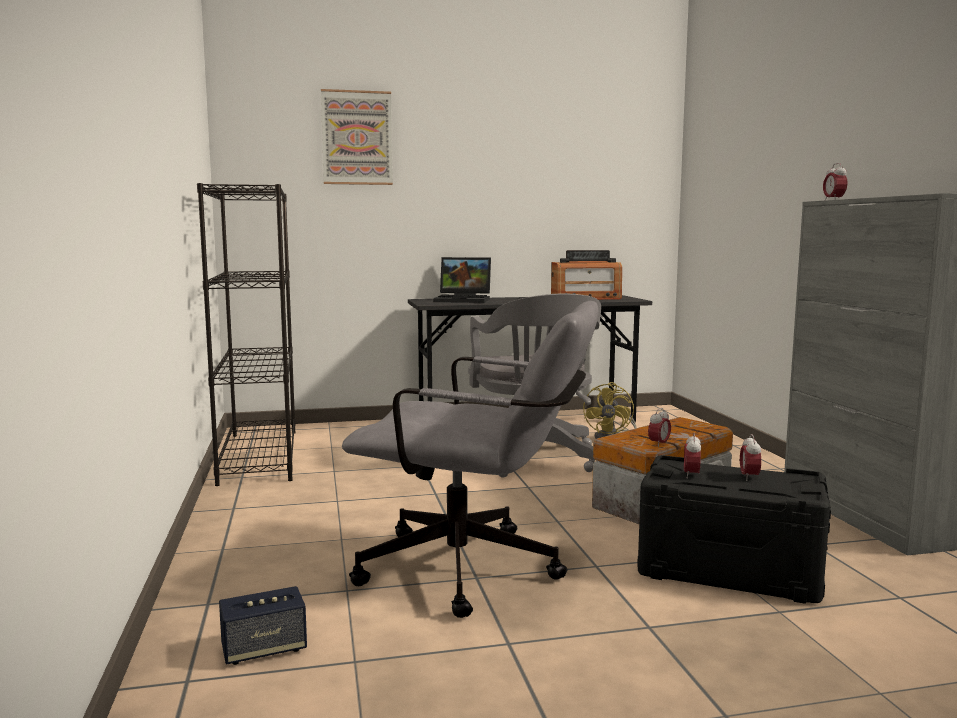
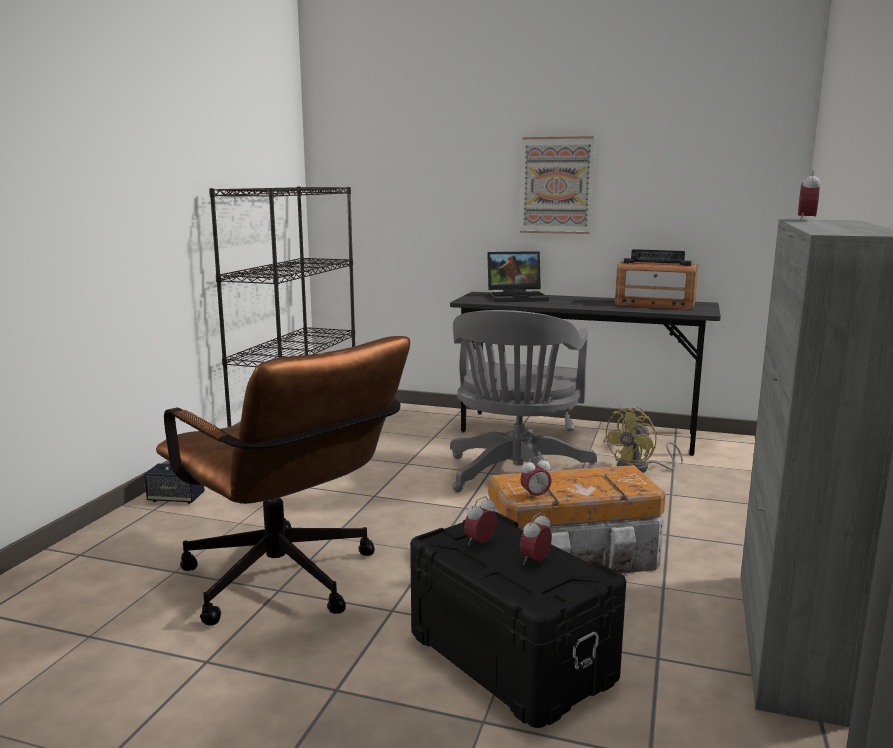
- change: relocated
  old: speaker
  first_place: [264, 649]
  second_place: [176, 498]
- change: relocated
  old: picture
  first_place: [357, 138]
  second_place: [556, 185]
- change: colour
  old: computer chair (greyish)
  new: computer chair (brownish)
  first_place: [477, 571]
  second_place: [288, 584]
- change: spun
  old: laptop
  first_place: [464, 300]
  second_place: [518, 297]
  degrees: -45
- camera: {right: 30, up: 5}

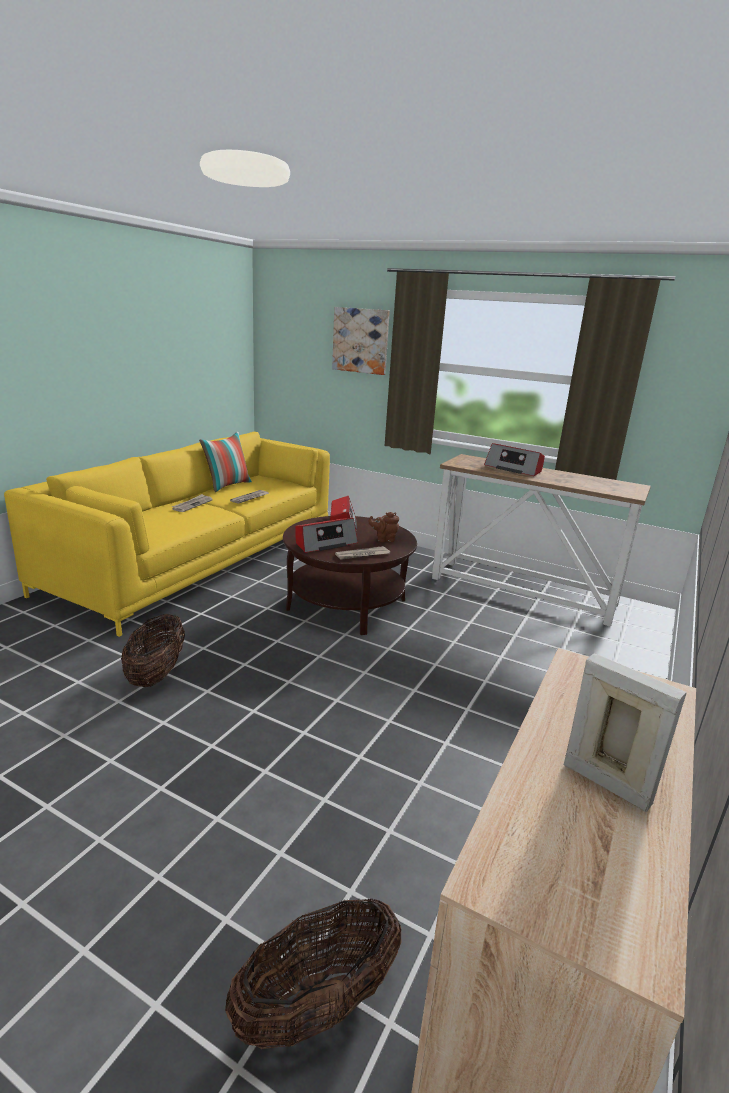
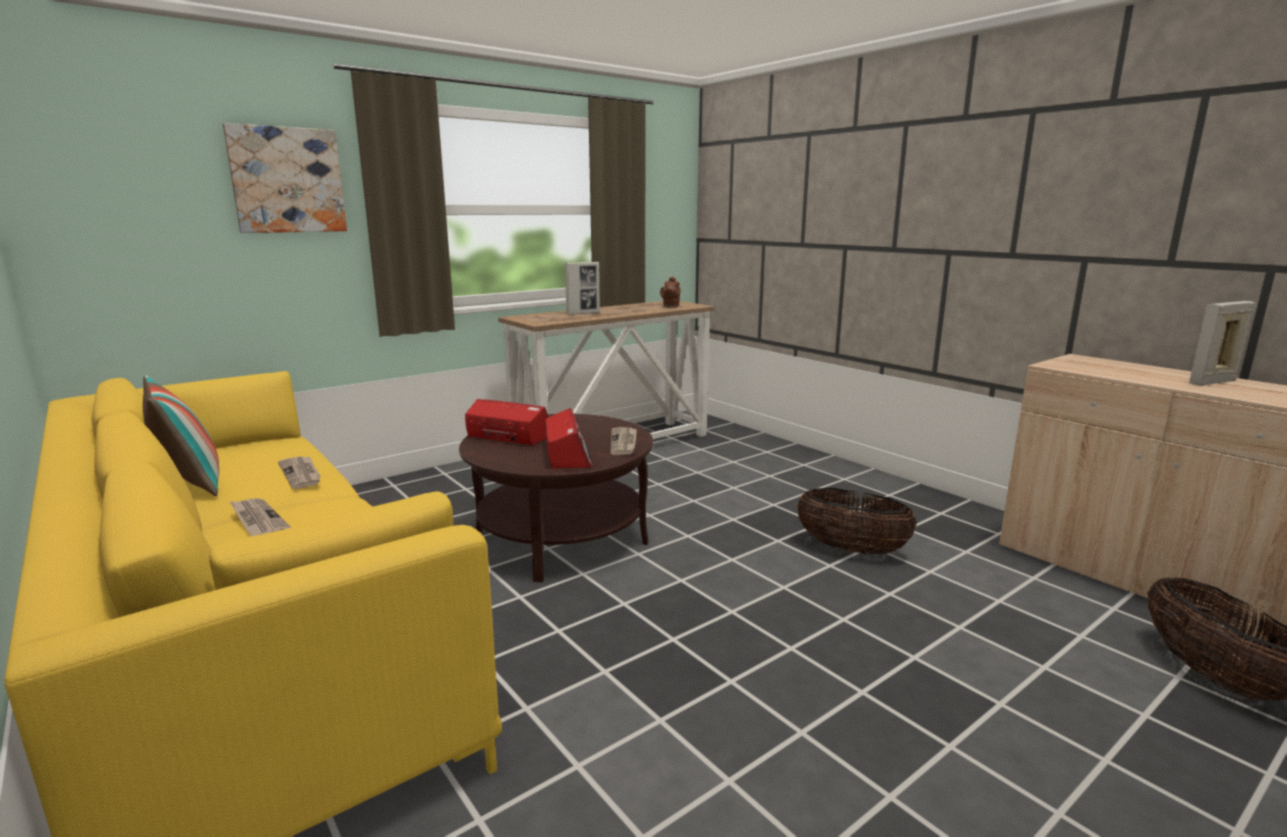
- change: relocated
  old: basket
  first_place: [156, 674]
  second_place: [851, 549]
- change: relocated
  old: teapot (brownish)
  first_place: [384, 539]
  second_place: [670, 306]
- change: exchanged
  old: radio receiver
  new: picture frame
  first_place: [514, 469]
  second_place: [583, 313]
- camera: {right: -65, up: -5}

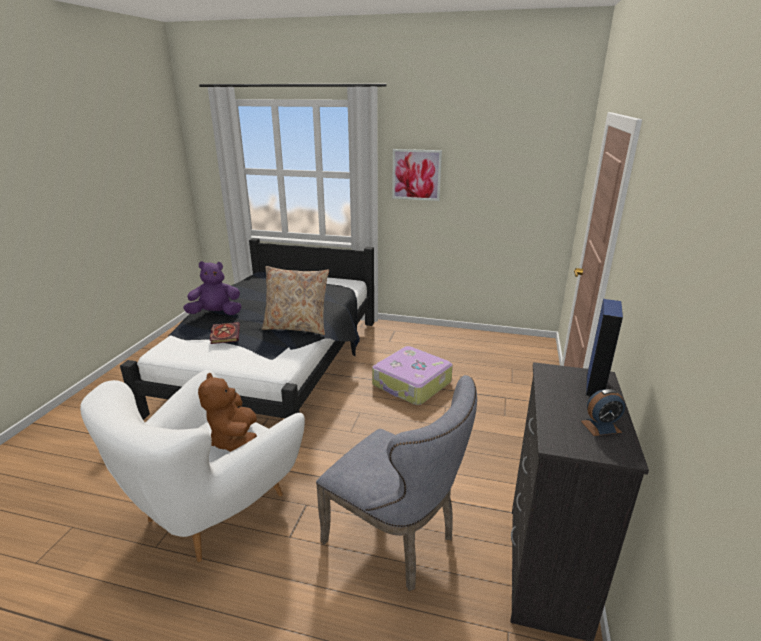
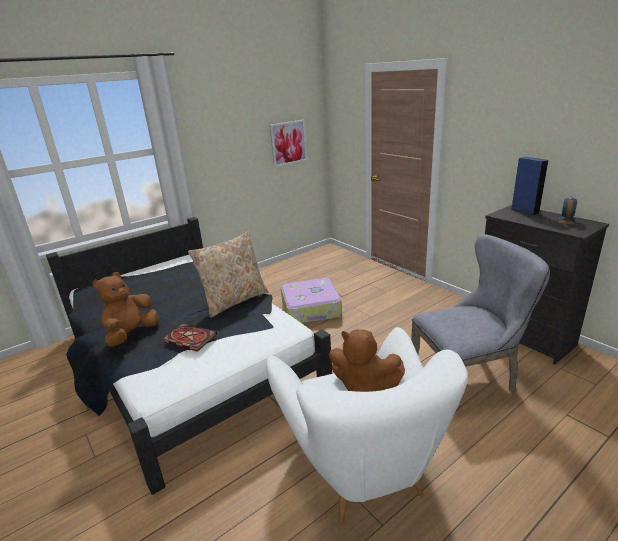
- change: colour
  old: cuddly toy (purple)
  new: cuddly toy (brownish)
  first_place: [216, 314]
  second_place: [131, 334]
- change: relocated
  old: picture
  first_place: [416, 174]
  second_place: [288, 143]
- camera: {right: -50, up: 0}

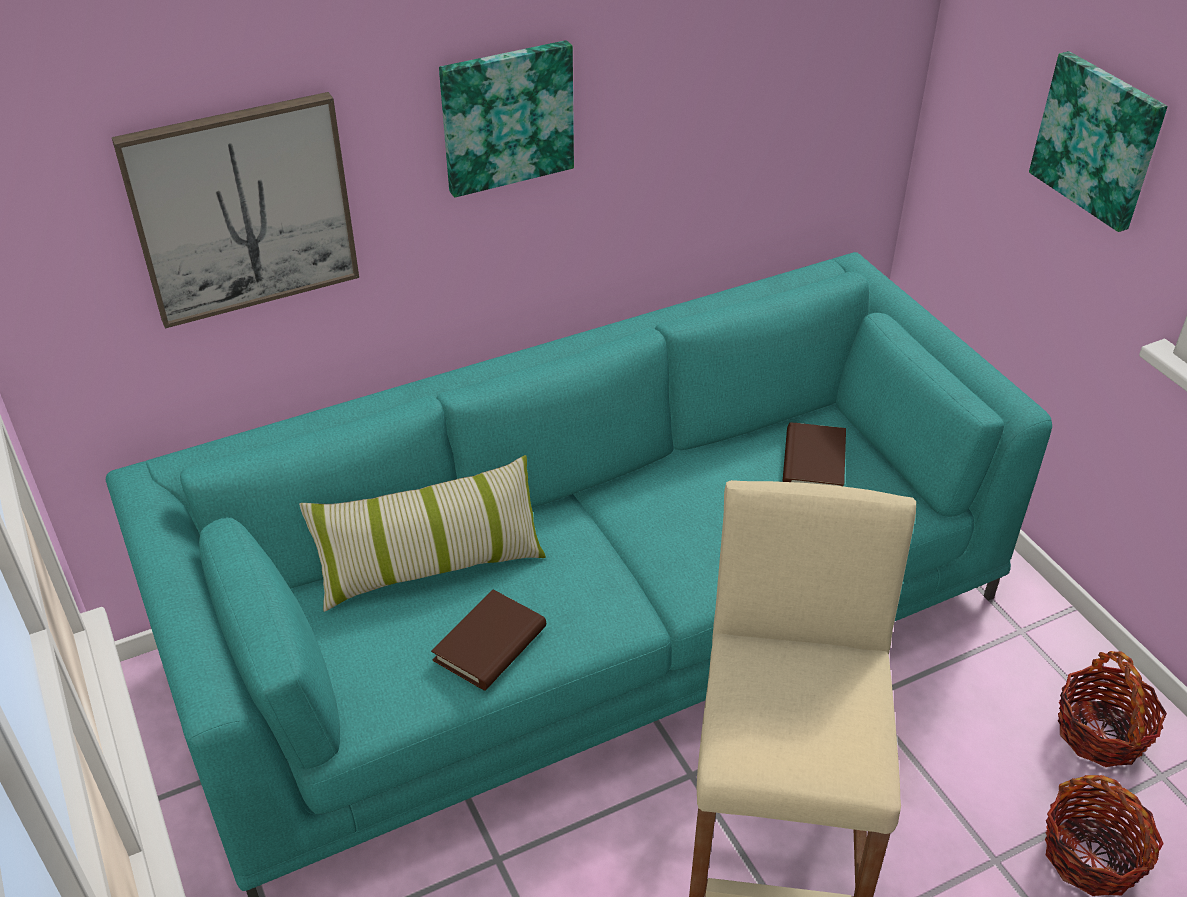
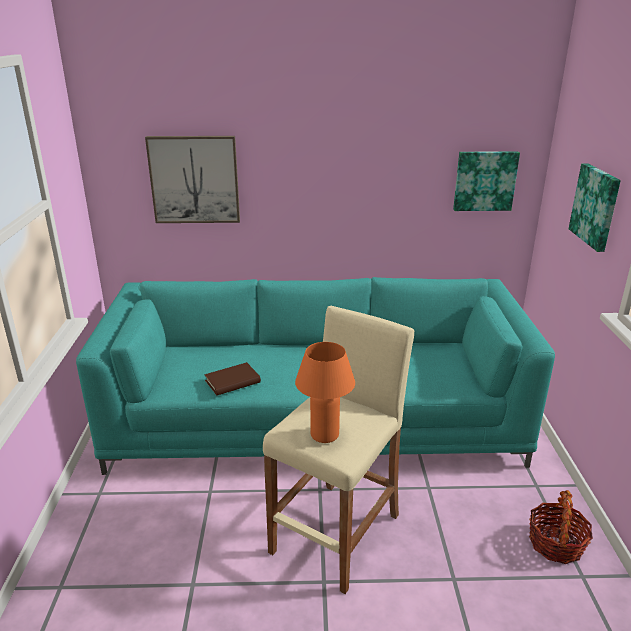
- change: missing
  old: pillow
  first_place: [430, 567]
- change: relocated
  old: picture
  first_place: [506, 116]
  second_place: [484, 180]
- change: missing
  old: volume (brownish)
  first_place: [813, 462]
- change: missing
  old: basket
  first_place: [1092, 855]
- change: appeared
  new: table lamp (orange-coloured)
  second_place: [324, 435]
- camera: {right: 25, up: -15}

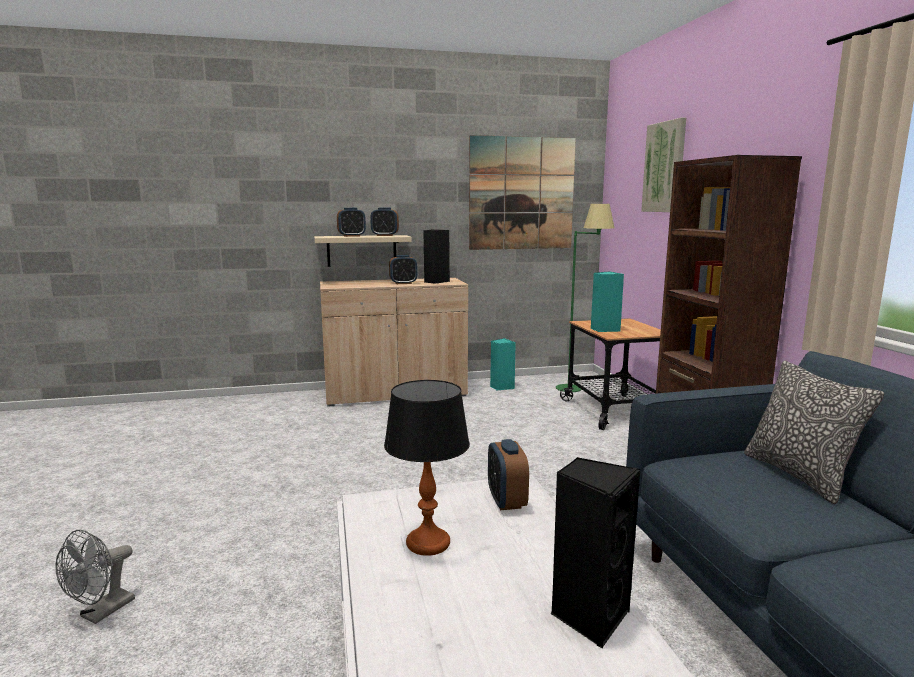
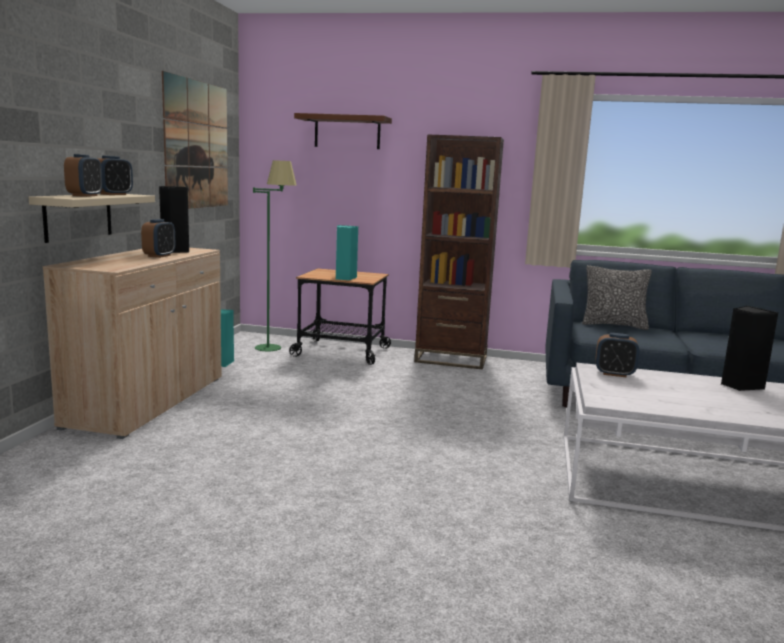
- change: missing
  old: electric fan (greyish)
  first_place: [101, 613]
- change: missing
  old: table lamp
  first_place: [428, 543]
- change: exchanged
  old: picture
  new: bracket shelf (brownish)
  first_place: [664, 167]
  second_place: [347, 132]
- camera: {right: -65, up: 0}

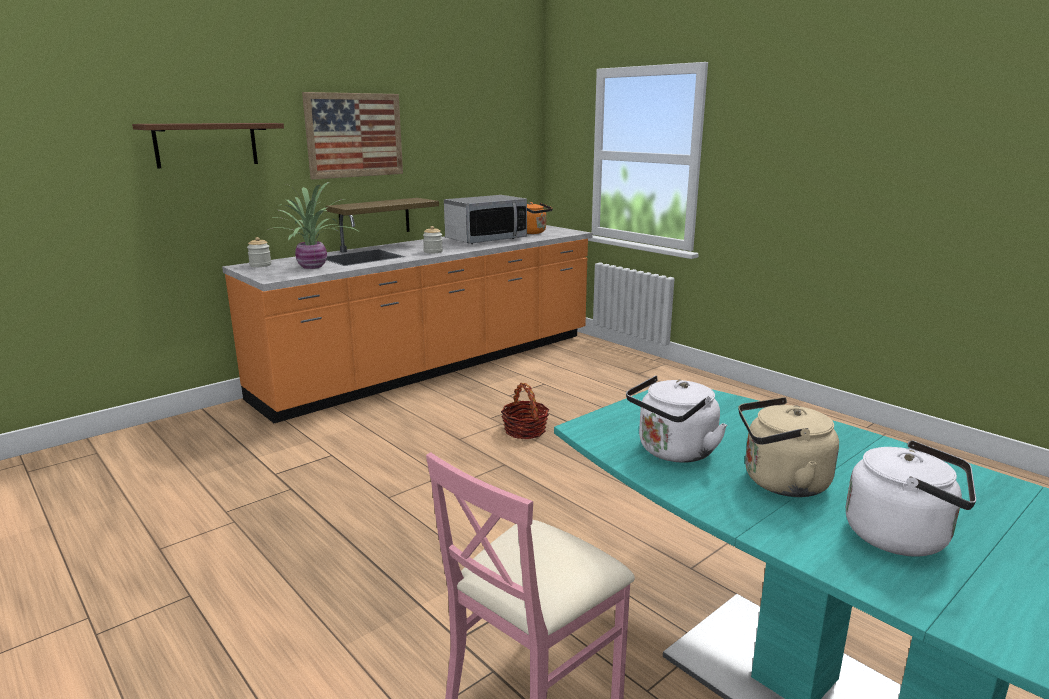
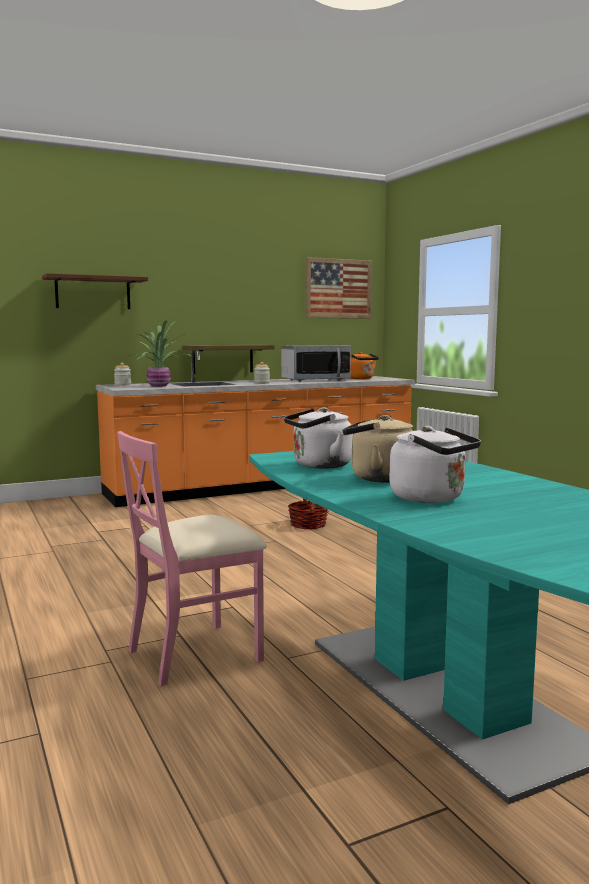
- change: relocated
  old: picture
  first_place: [354, 135]
  second_place: [338, 288]
- camera: {right: 15, up: -10}

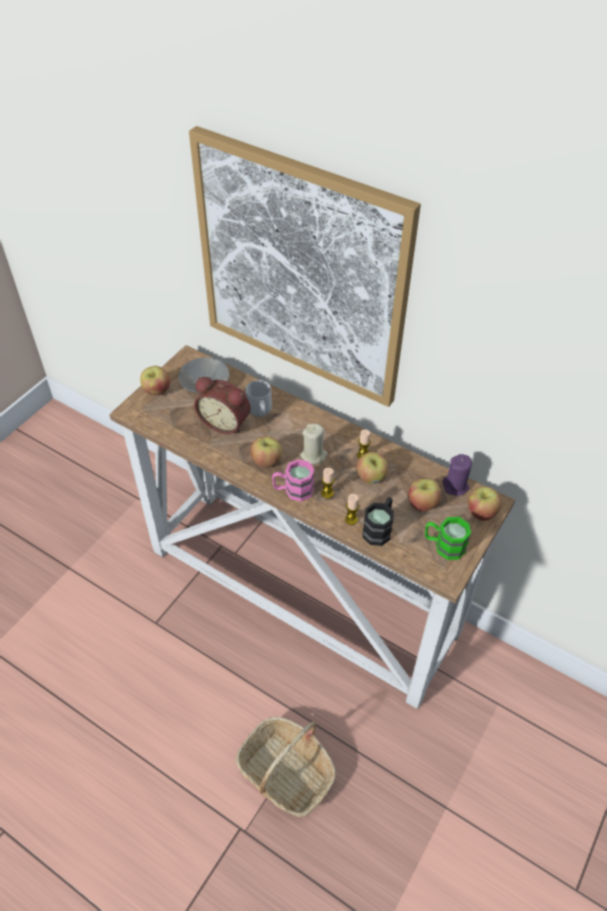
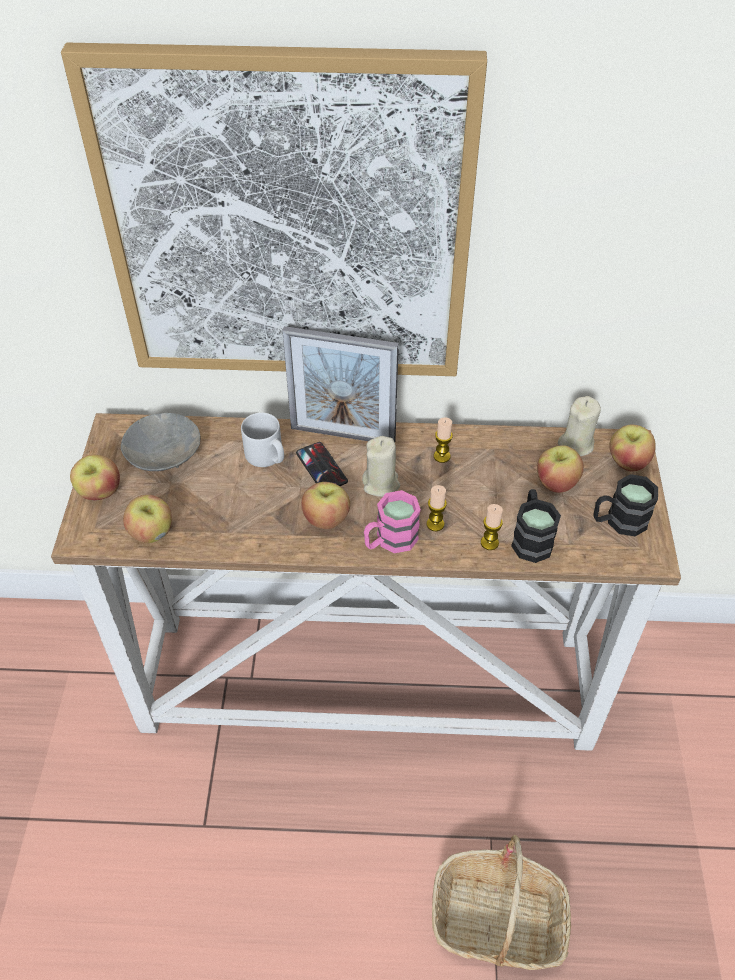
- change: missing
  old: bedside clock
  first_place: [225, 422]
- change: relocated
  old: whole apple
  first_place: [371, 477]
  second_place: [152, 533]
- change: colour
  old: tea mug (green-coloured)
  new: tea mug (black-coloured)
  first_place: [443, 545]
  second_place: [618, 521]
- change: colour
  old: wax light (purple)
  new: wax light (beige)
  first_place: [455, 486]
  second_place: [576, 444]
- change: appeared
  new: picture frame
  second_place: [342, 435]
- change: appeared
  new: handset
  second_place: [321, 467]
- camera: {right: -30, up: 0}

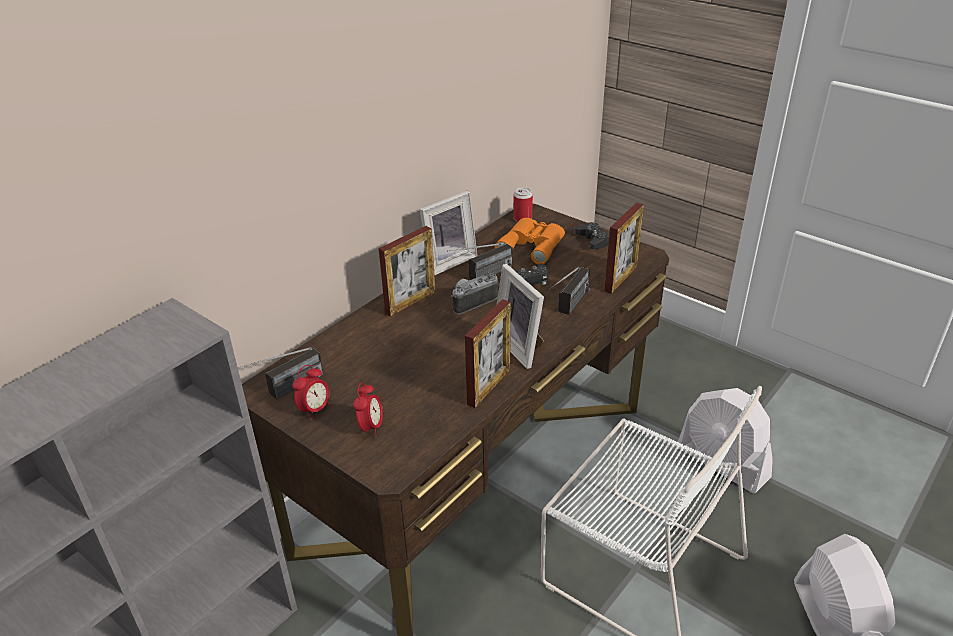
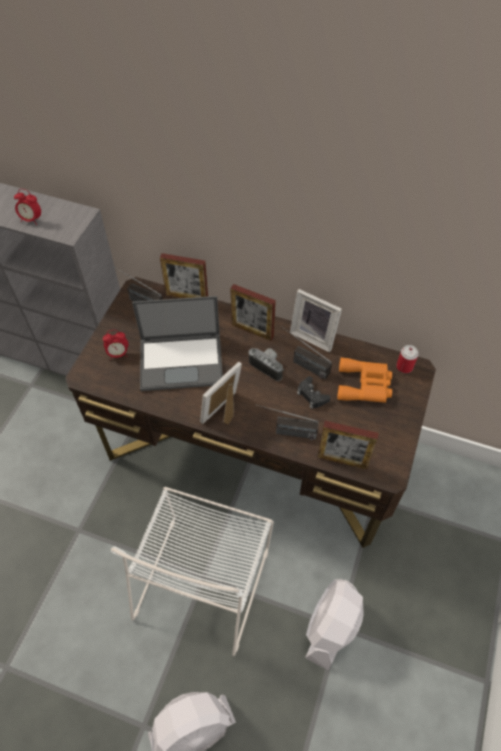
- change: relocated
  old: bedside clock
  first_place: [315, 409]
  second_place: [31, 219]
- change: relocated
  old: picture frame
  first_place: [489, 387]
  second_place: [187, 296]
- change: missing
  old: joypad (black-coloured)
  first_place: [593, 240]
- change: appeared
  new: laptop
  second_place: [182, 361]
- camera: {right: 70, up: 20}

